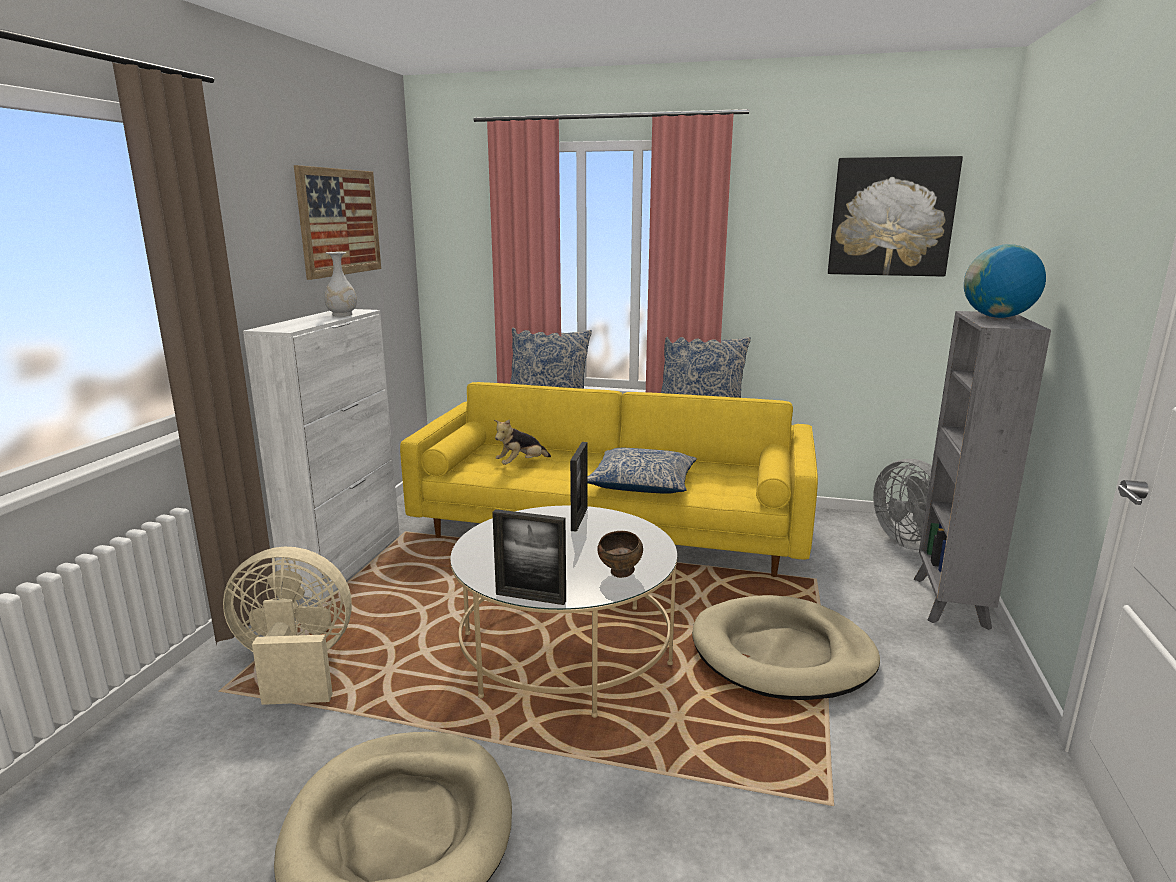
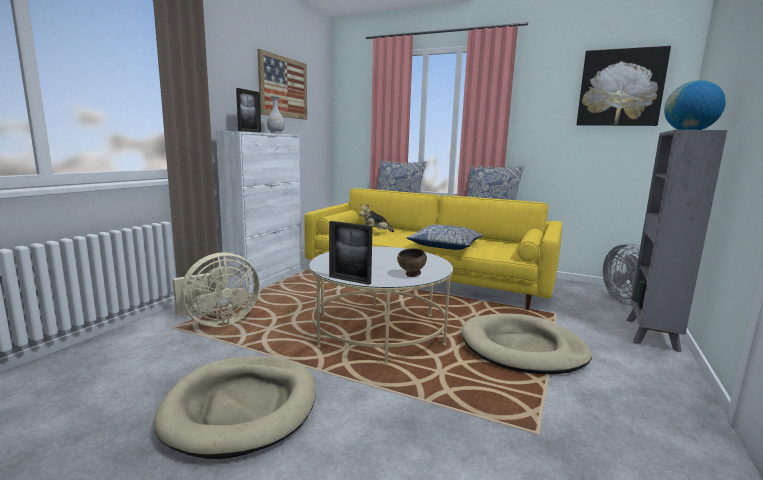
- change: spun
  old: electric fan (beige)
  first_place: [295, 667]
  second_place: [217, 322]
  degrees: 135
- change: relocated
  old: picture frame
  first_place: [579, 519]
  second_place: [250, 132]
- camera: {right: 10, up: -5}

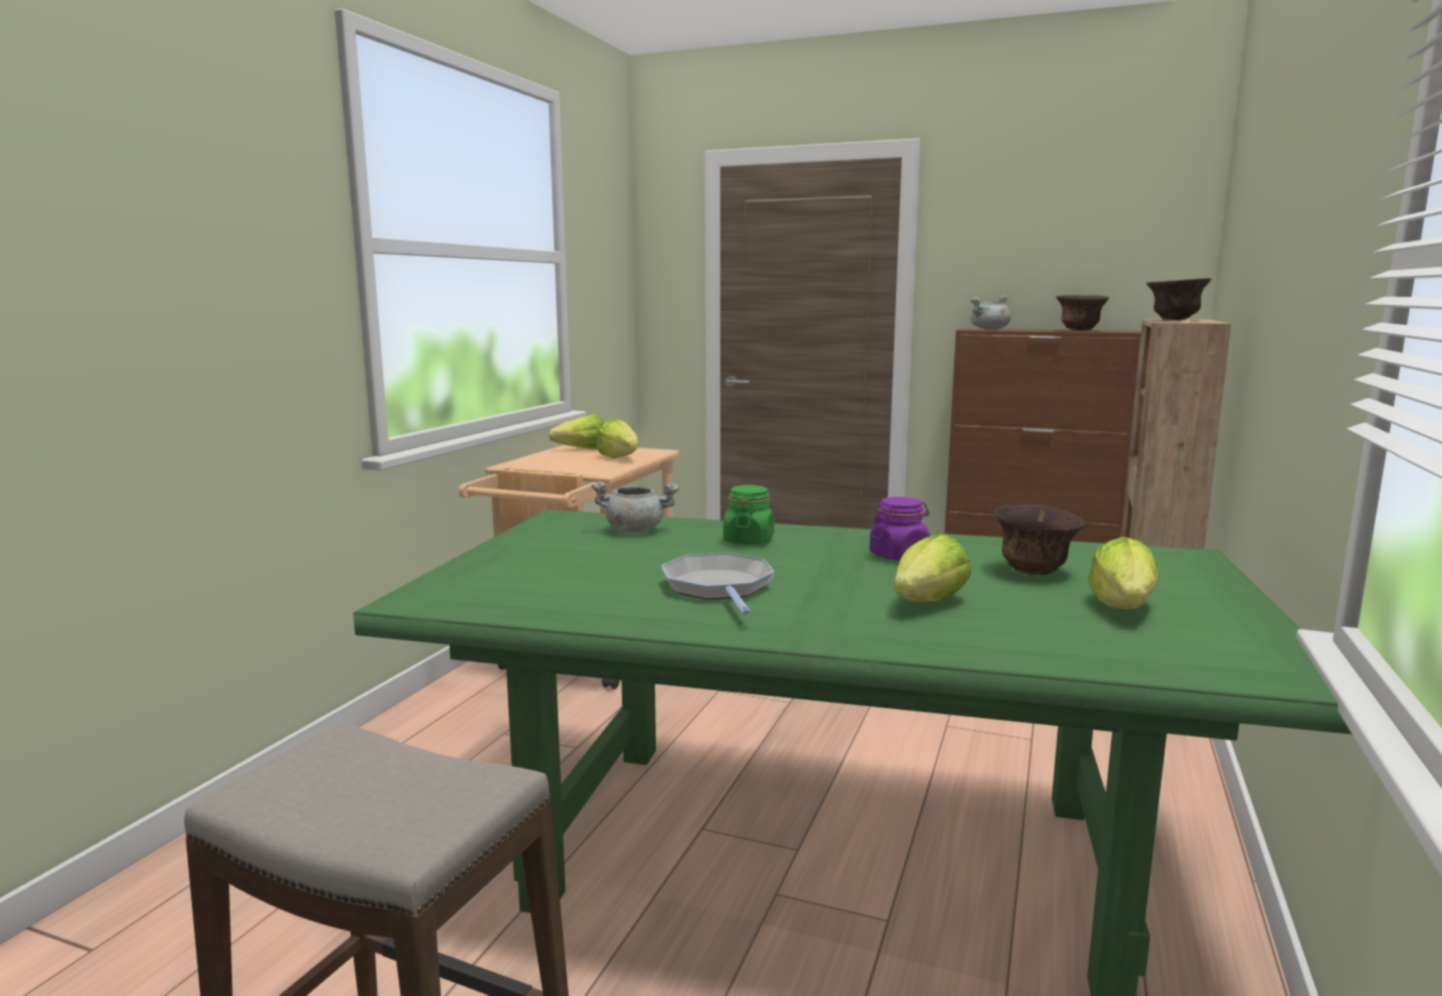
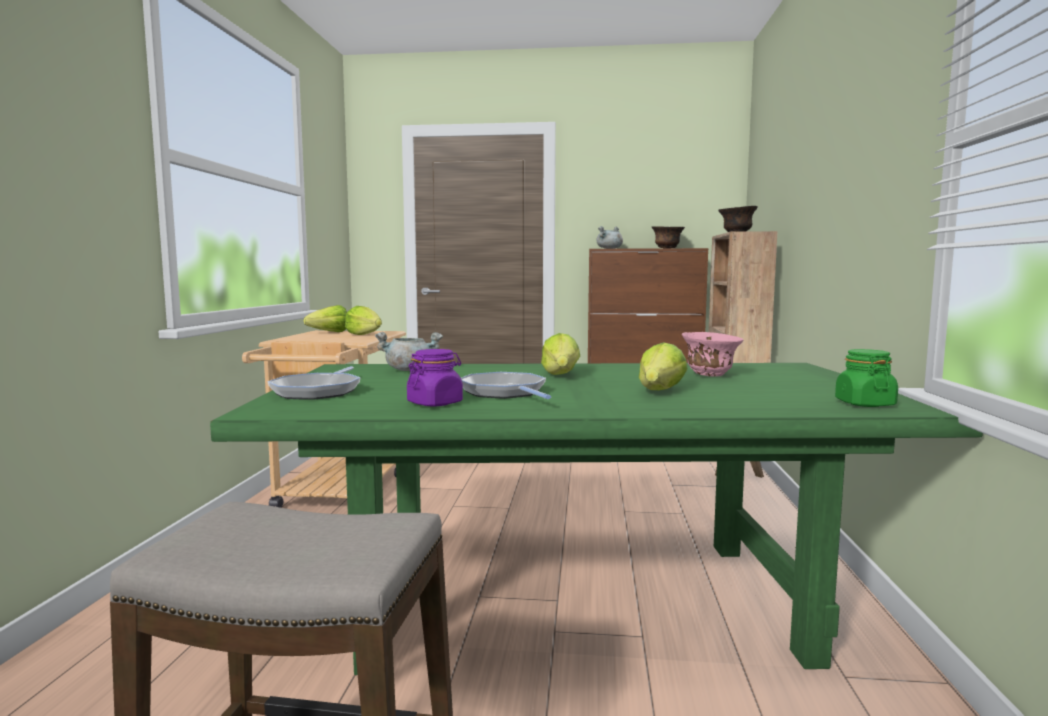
- change: relocated
  old: storage jar (green-coloured)
  first_place: [748, 540]
  second_place: [864, 404]
- change: relocated
  old: storage jar (purple)
  first_place: [899, 555]
  second_place: [435, 403]
- change: colour
  old: serving bowl (brownish)
  new: serving bowl (pink)
  first_place: [1034, 571]
  second_place: [710, 375]
- change: relocated
  old: lettuce head
  first_place: [1123, 608]
  second_place: [561, 375]
- change: appeared
  new: pan
  second_place: [318, 391]
- camera: {right: -15, up: -5}

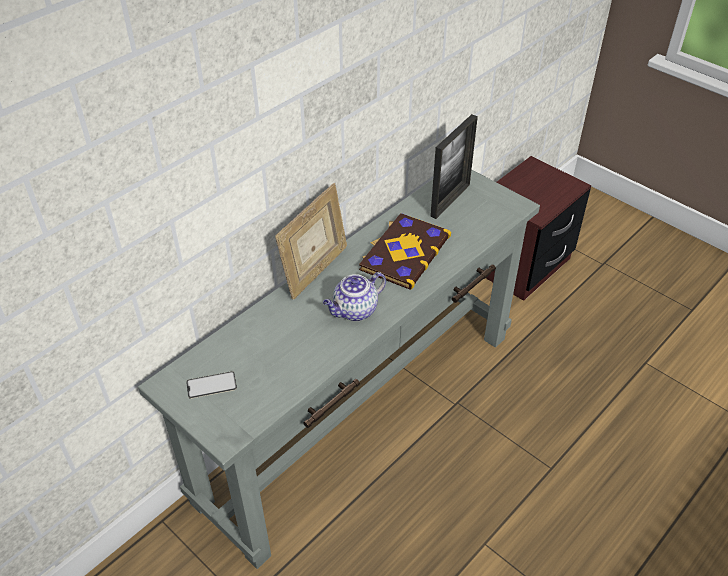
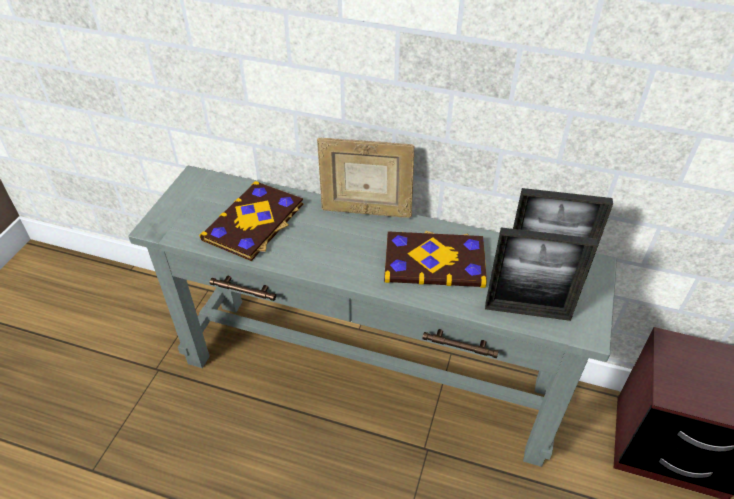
- change: missing
  old: handset
  first_place: [211, 385]
- change: missing
  old: teapot
  first_place: [354, 311]
- change: appeared
  new: volume
  second_place: [255, 222]
- change: appeared
  new: picture frame
  second_place: [527, 311]
- camera: {right: 65, up: 0}

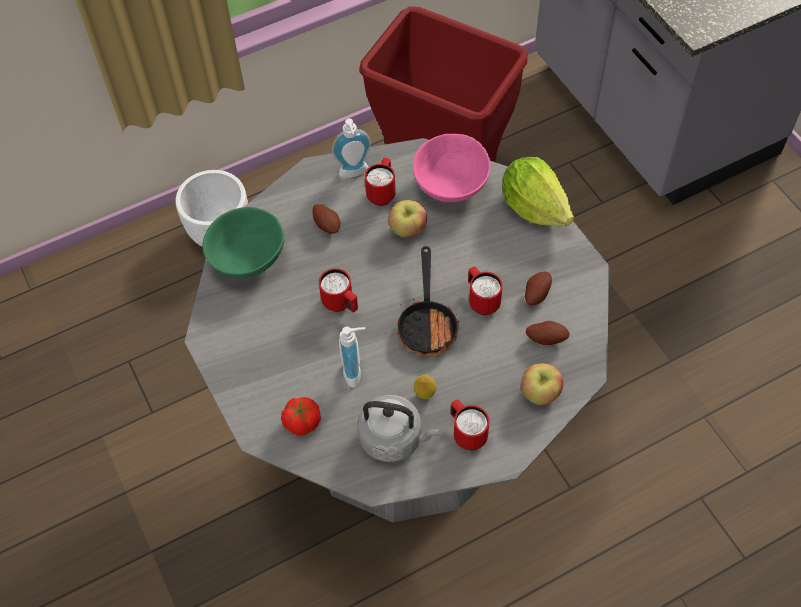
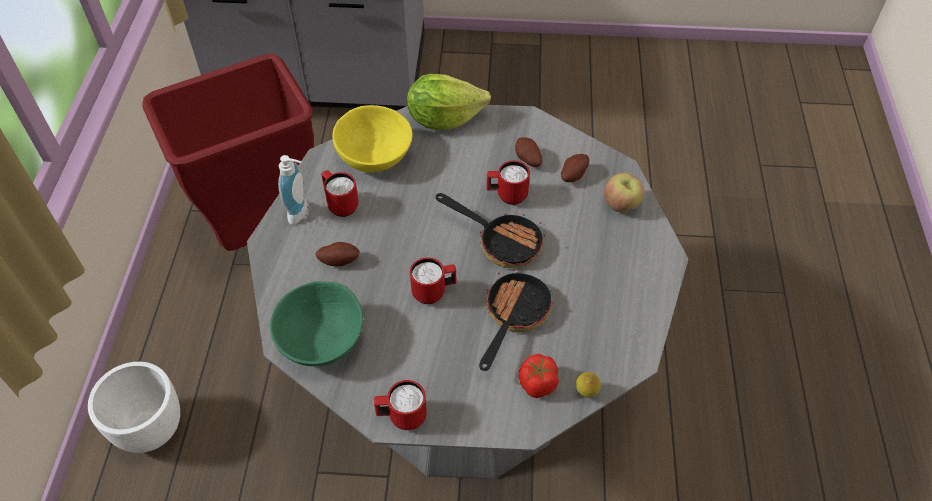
- change: exchanged
  old: soap dispenser
  new: pan
  first_place: [356, 372]
  second_place: [513, 316]
- change: missing
  old: kettle (greyish)
  first_place: [394, 438]
- change: missing
  old: whole apple
  first_place: [408, 230]
- change: colour
  old: serving bowl (pink)
  new: serving bowl (yellowish)
  first_place: [450, 183]
  second_place: [373, 156]
- change: relocated
  old: citrus fruit
  first_place: [425, 394]
  second_place: [586, 393]
- change: relocated
  old: tea mug (reddish)
  first_place: [466, 433]
  second_place: [402, 417]
- camera: {right: -60, up: -5}

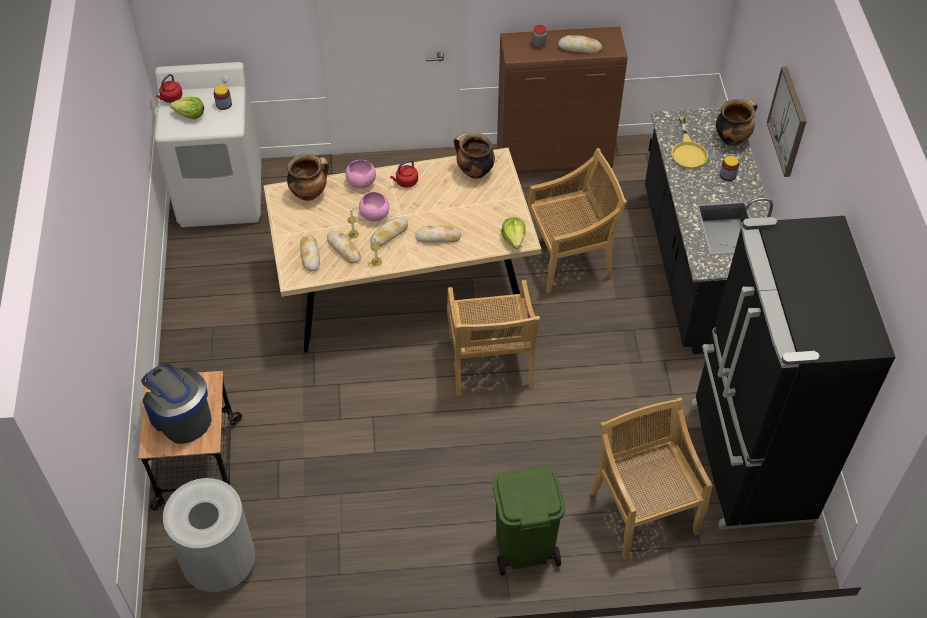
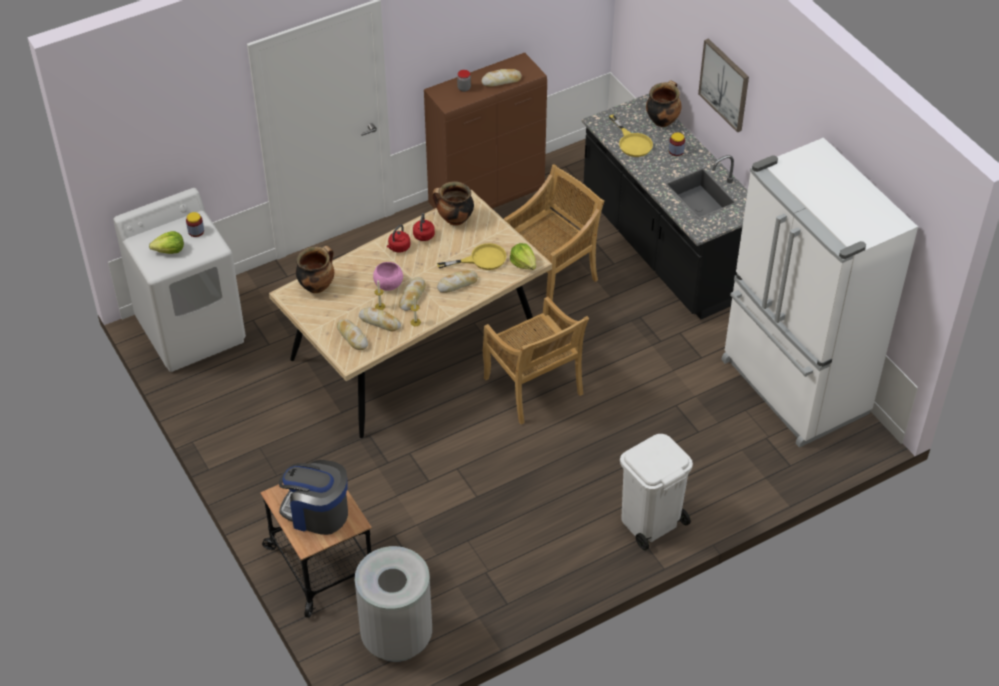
- change: relocated
  old: kettle (reddish)
  first_place: [171, 98]
  second_place: [423, 236]
- change: missing
  old: serving bowl (pink)
  first_place: [361, 182]
- change: colour
  old: trash can (green-coloured)
  new: trash can (whitish)
  first_place: [524, 547]
  second_place: [650, 522]
- change: missing
  old: upright chair (beige)
  first_place: [643, 510]
- change: colour
  old: refrigerator (black-coloured)
  new: refrigerator (whitish)
  first_place: [748, 462]
  second_place: [792, 388]
- change: appeared
  new: pan (yellowish)
  second_place: [481, 259]
- camera: {right: -25, up: -5}

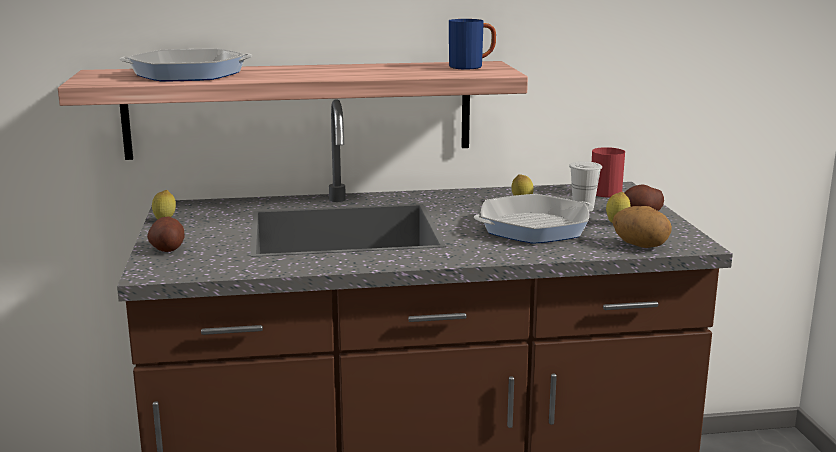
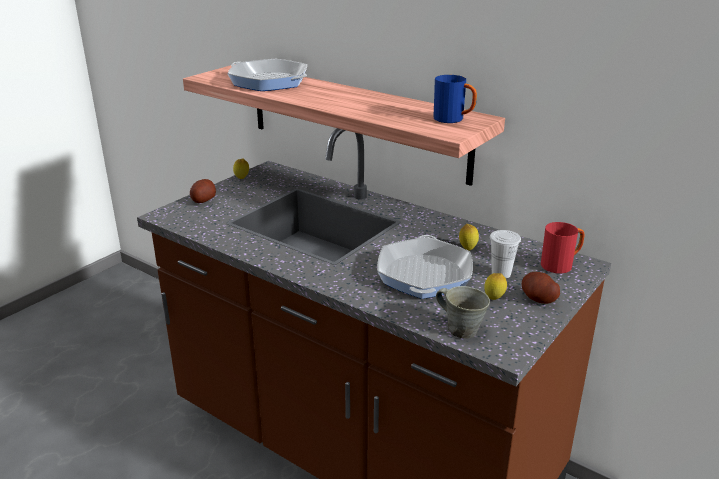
- change: spun
  old: pan
  first_place: [533, 227]
  second_place: [424, 275]
  degrees: 75
- change: exchanged
  old: spud
  new: tea mug (greyish)
  first_place: [640, 245]
  second_place: [461, 329]
- camera: {right: 45, up: 10}

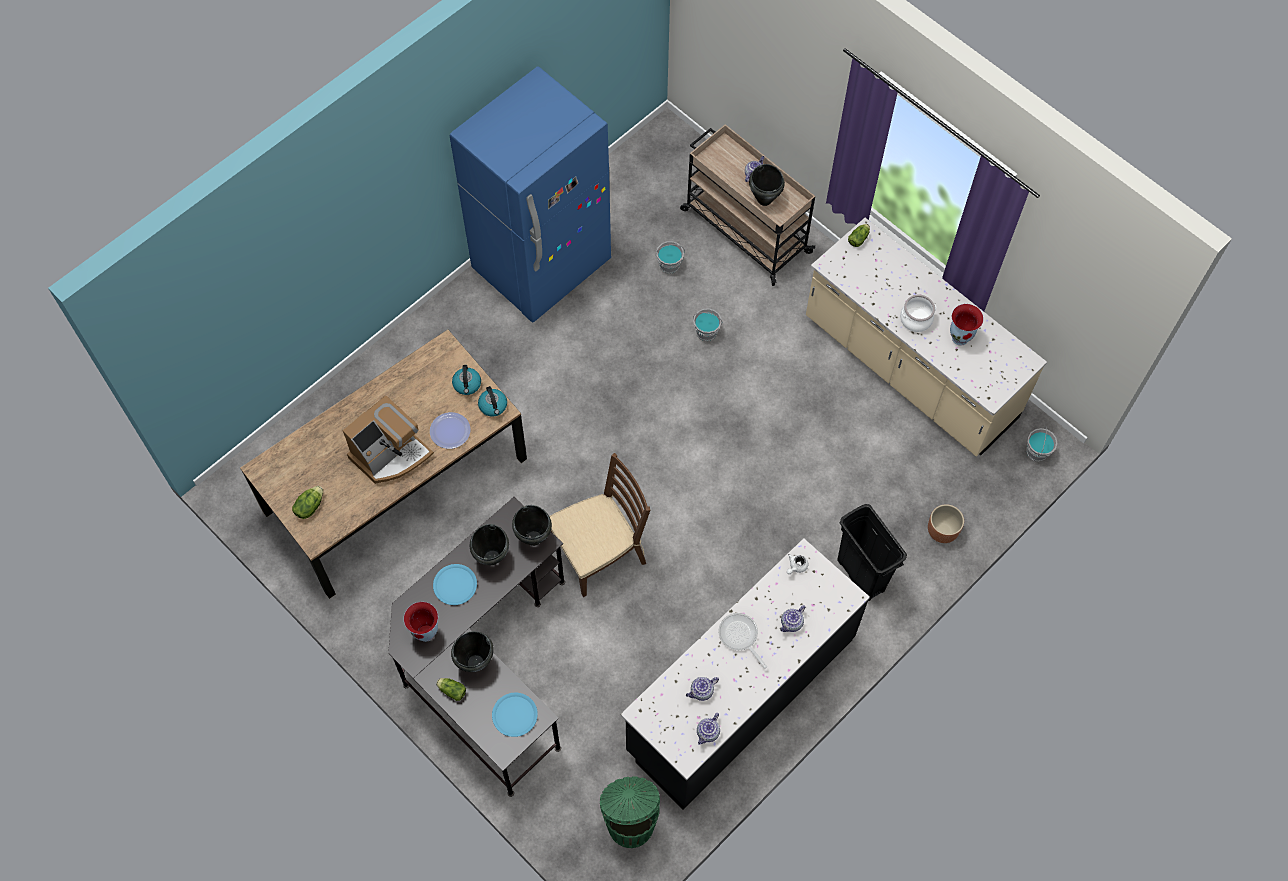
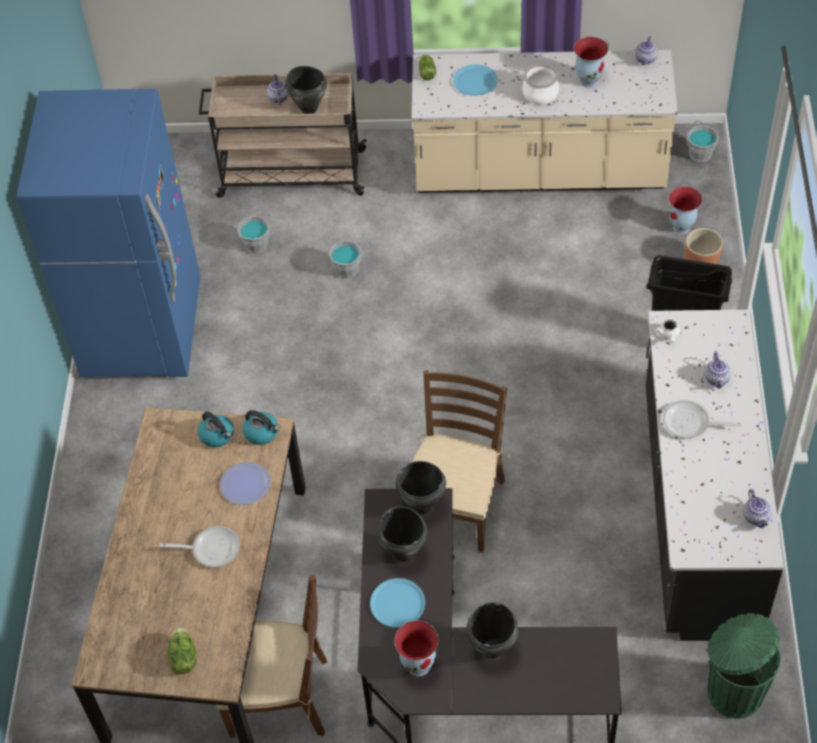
- change: exchanged
  old: coffee maker
  new: pan
  first_place: [390, 454]
  second_place: [211, 549]
- change: missing
  old: lettuce head
  first_place: [451, 690]
- change: relocated
  old: plate (blue-coloured)
  first_place: [514, 715]
  second_place: [475, 81]
- change: relocated
  old: teapot
  first_place: [701, 692]
  second_place: [645, 59]
- change: appeared
  new: upright chair (brownish)
  second_place: [280, 697]
- change: appeared
  new: decorative vase
  second_place: [681, 228]
- camera: {right: -40, up: -10}

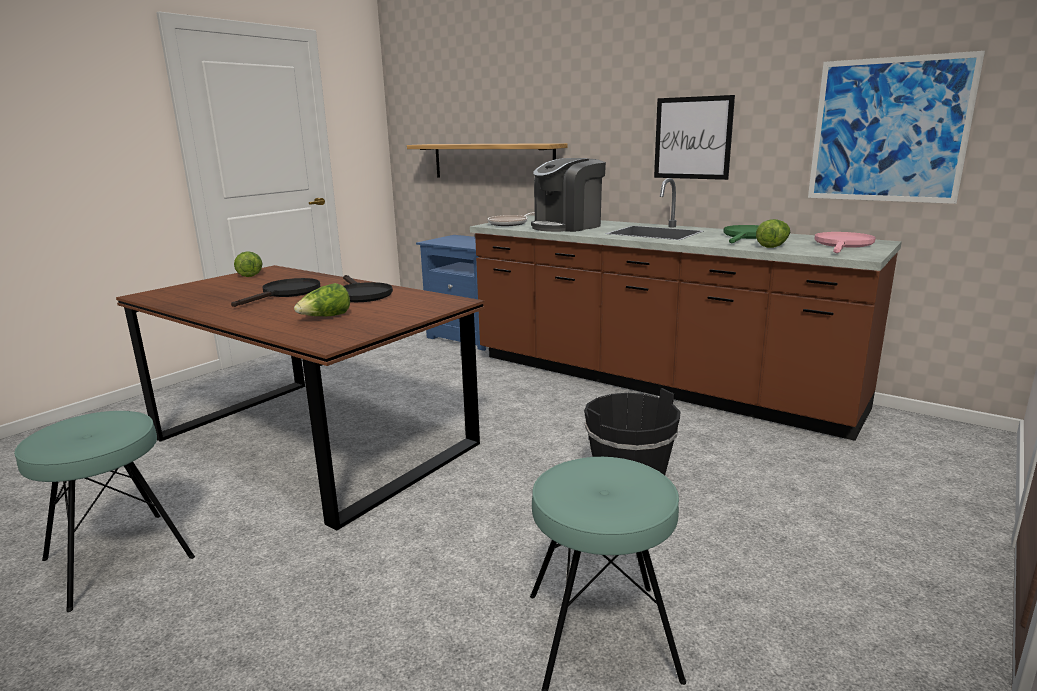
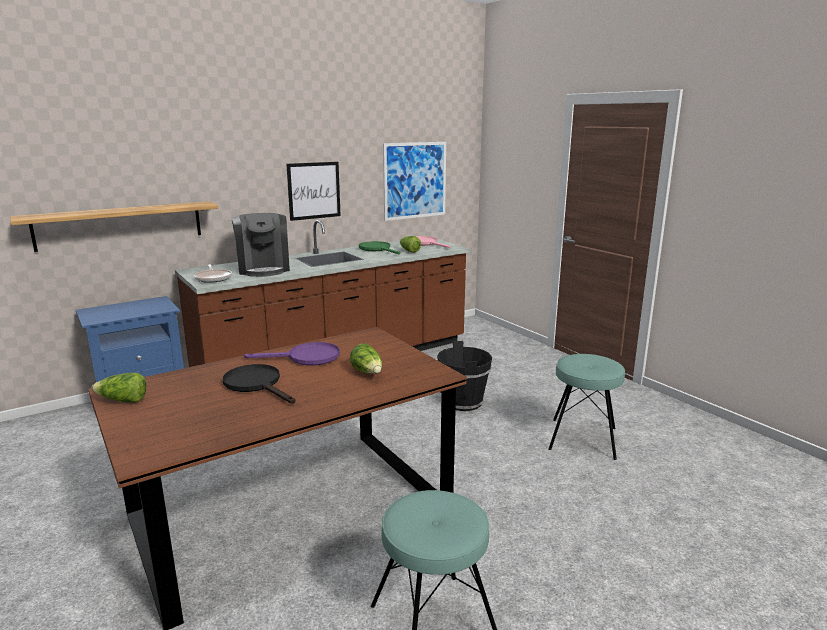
- change: colour
  old: pan (black-coloured)
  new: pan (purple)
  first_place: [361, 294]
  second_place: [306, 358]
- camera: {right: -70, up: 0}

